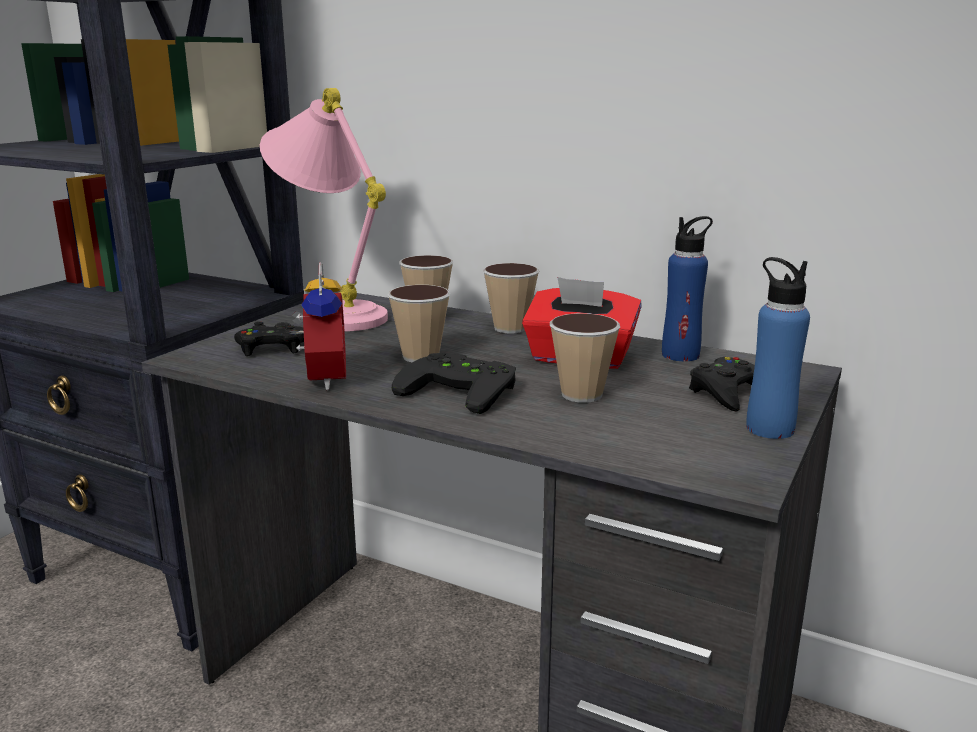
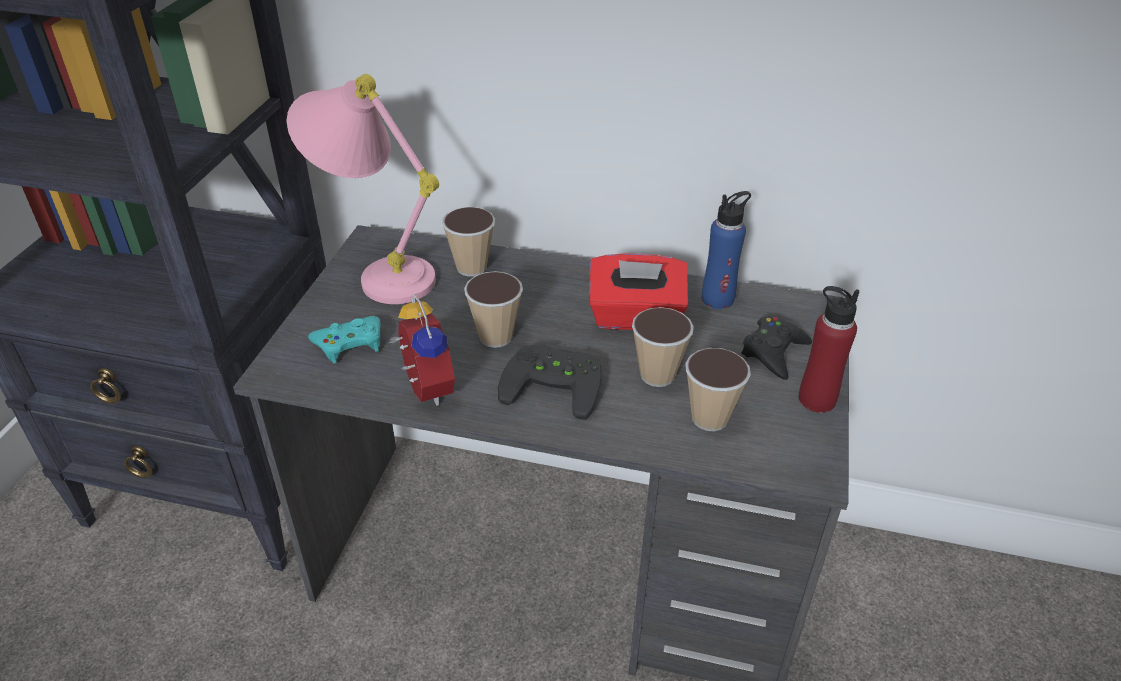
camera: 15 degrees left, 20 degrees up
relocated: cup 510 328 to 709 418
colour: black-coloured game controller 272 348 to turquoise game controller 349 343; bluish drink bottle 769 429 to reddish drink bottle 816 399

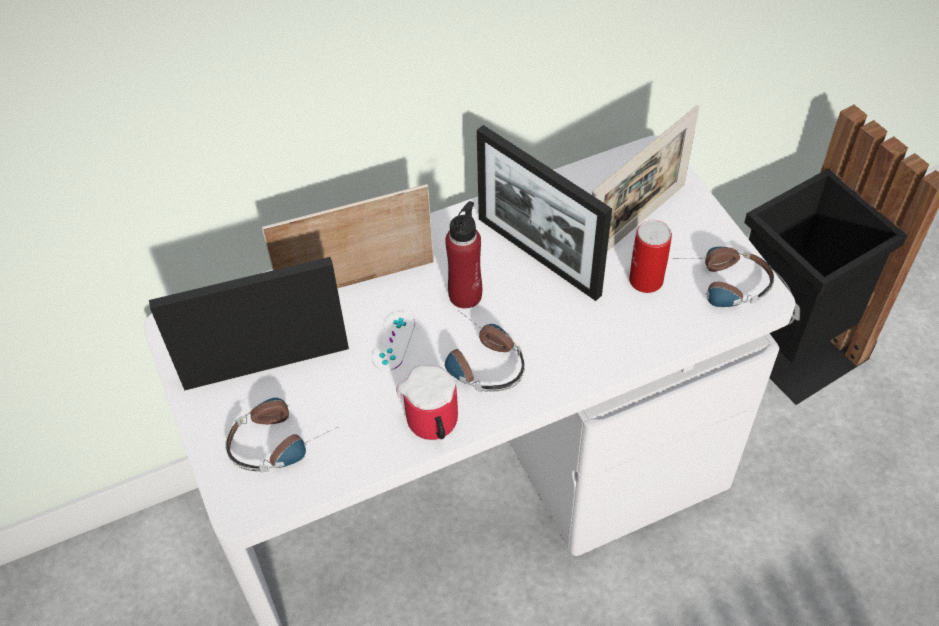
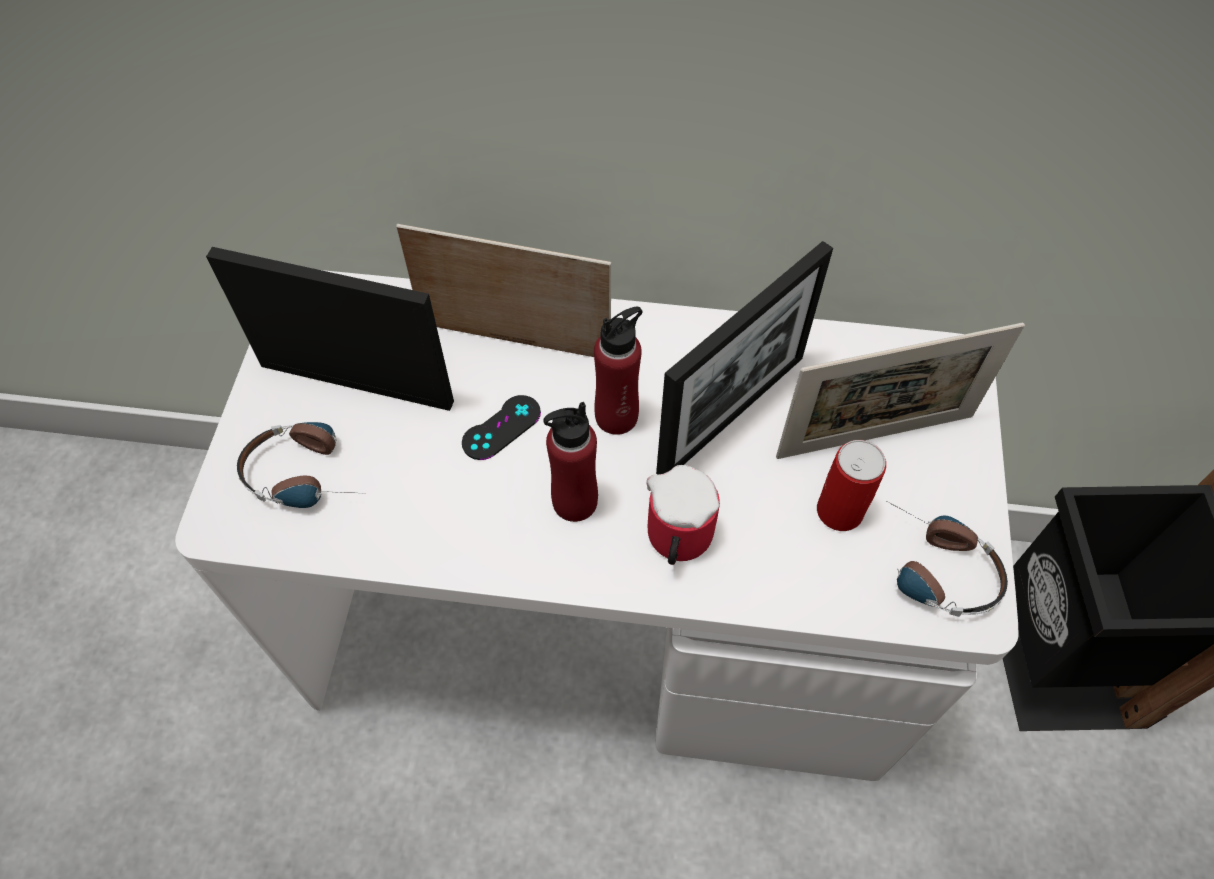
camera: 30 degrees right, 5 degrees up
relocated: tea mug 432 426 to 674 541
exchanged: headphones 478 361 to reddish drink bottle 574 501
colour: white-coloured game controller 393 341 to black-coloured game controller 501 427
spun: picture frame 538 256 = 731 414 120 degrees counterclockwise

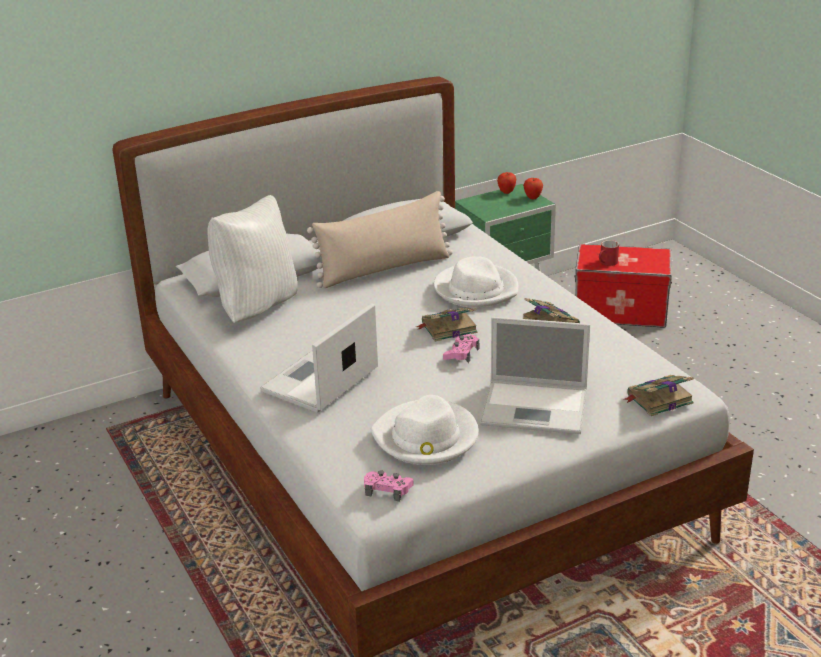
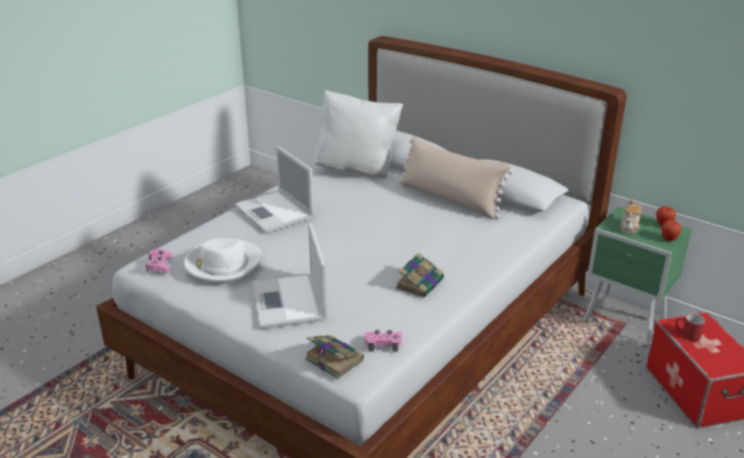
camera: 65 degrees right, 0 degrees up
missing: volume 447 328; white-coloured wearable hat 476 289
appeared: tea pot 629 227
relocated: pinkish game controller 461 353 to 383 344
spun: notebook computer 319 381 = 275 212 135 degrees counterclockwise

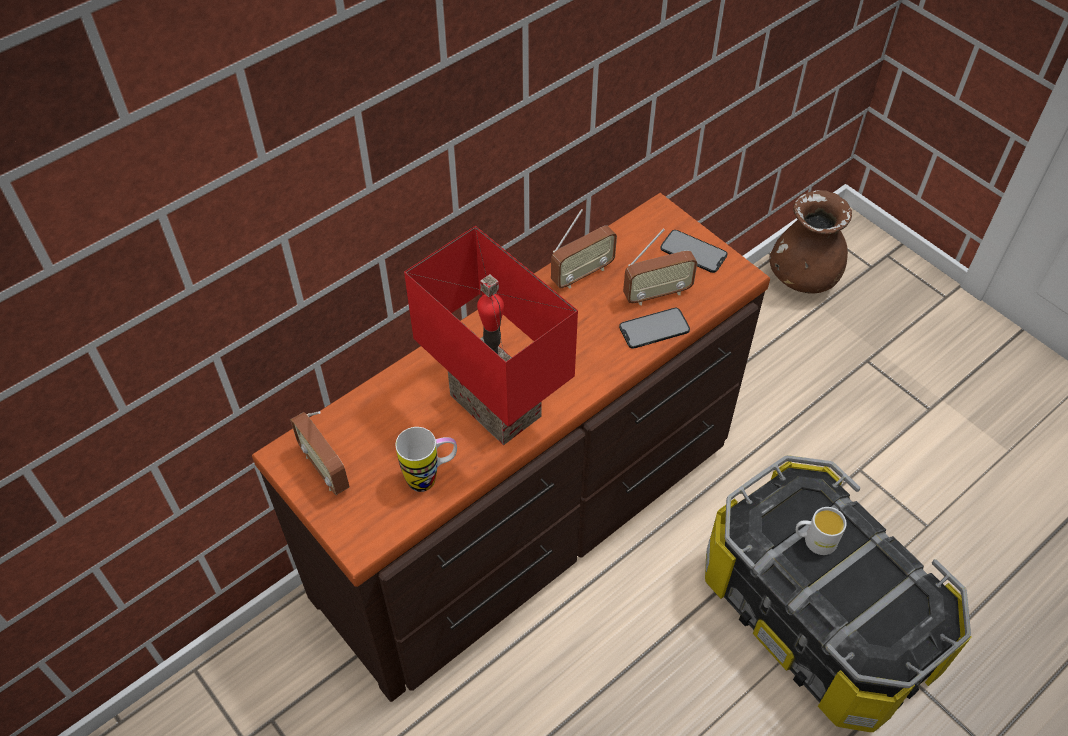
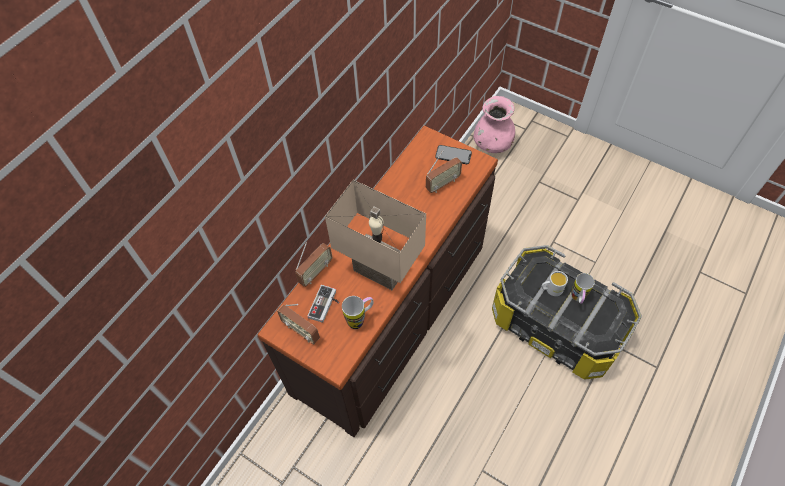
camera: 15 degrees left, 5 degrees up
missing: handset 654 328
appeared: game controller 326 305; tea mug 577 299
relocated: radio set 582 274 to 315 272
colour: reddish tabletop lamp 499 404 to beige-coloured tabletop lamp 381 268; brownish flower vase 803 277 to pinkish flower vase 492 144

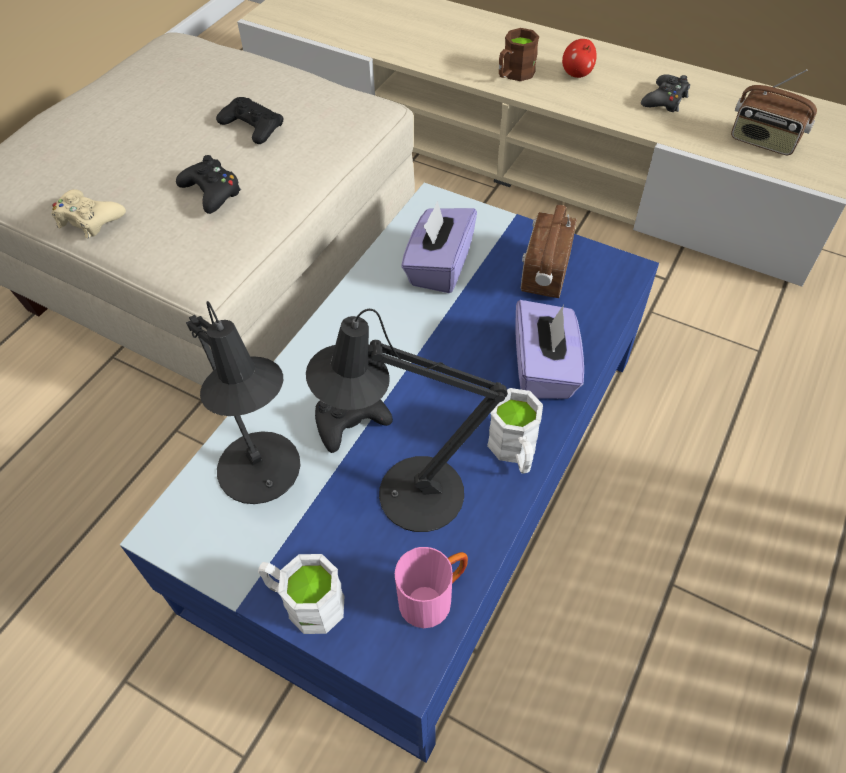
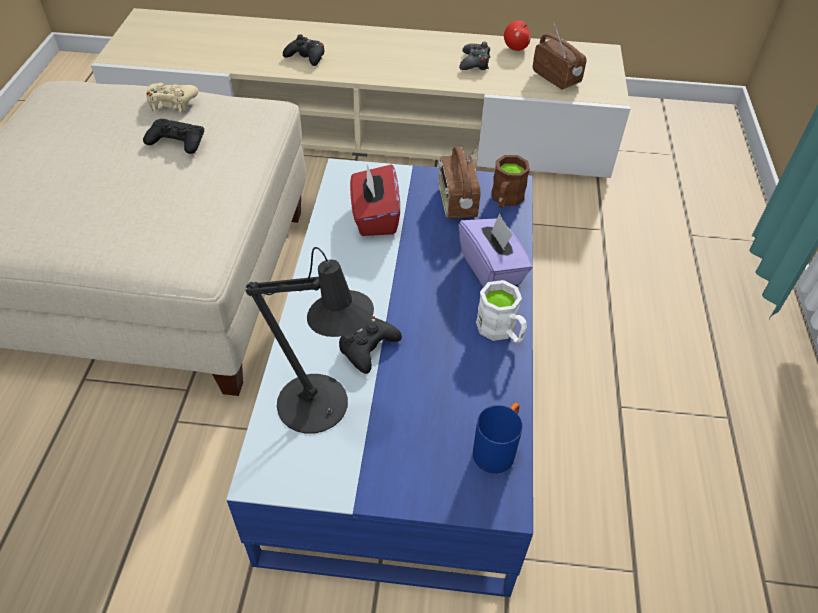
camera: 25 degrees left, 5 degrees down
missing: white-coloured tea mug 305 602; black-coloured tabletop lamp 408 494
relocated: beige-coloured game controller 89 220 to 172 102; black-coloured game controller 212 192 to 306 57; brownish tea mug 514 75 to 505 200; apple fruit 577 74 to 515 48
colour: pinkish tea mug 434 596 to bluish tea mug 497 449; purple tissue box 439 266 to reddish tissue box 374 217
spun: radio set 763 141 = 556 78 135 degrees counterclockwise

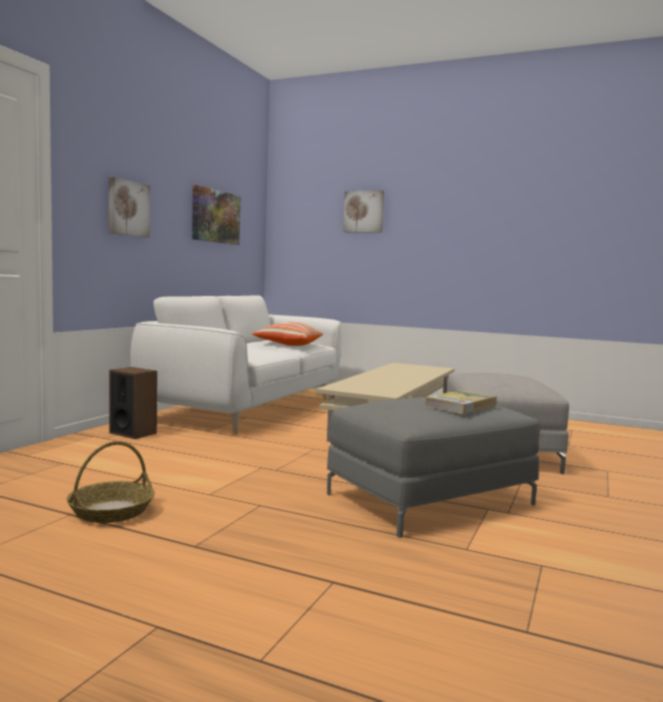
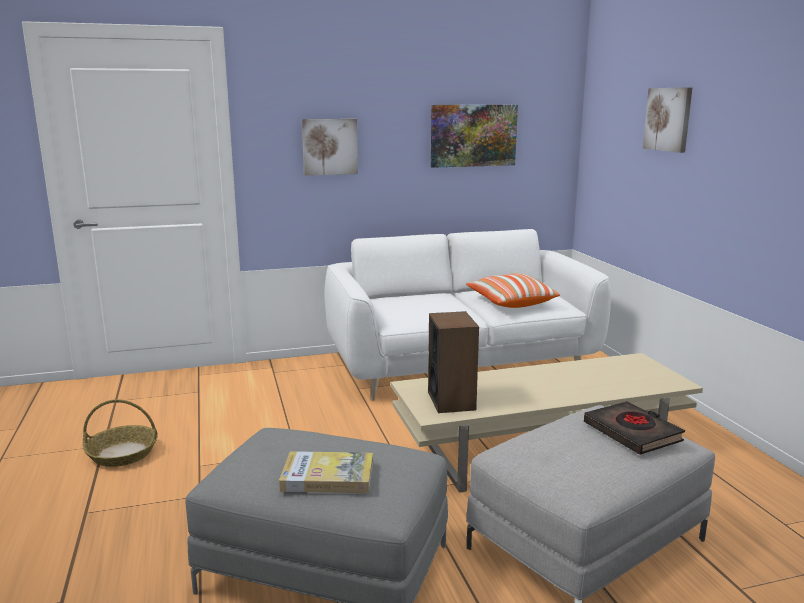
camera: 50 degrees right, 10 degrees up
appeared: black-coloured volume 632 433
relocated: loudspeaker 133 433 to 451 401

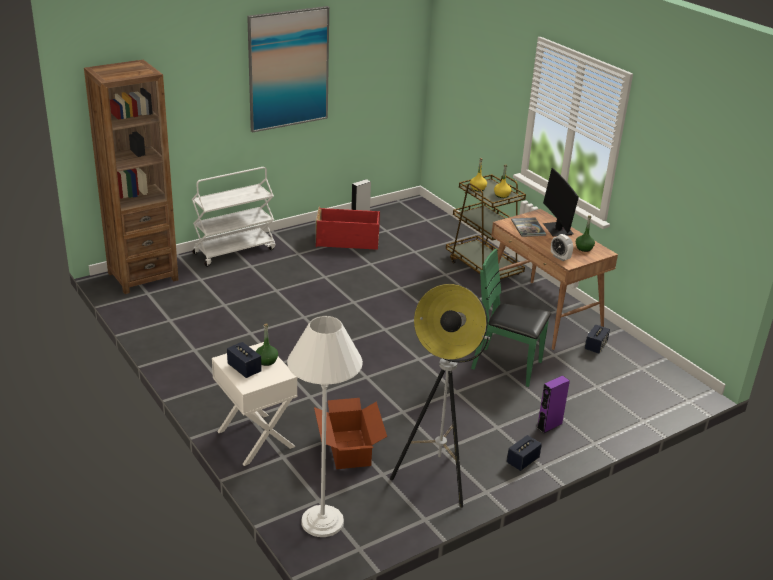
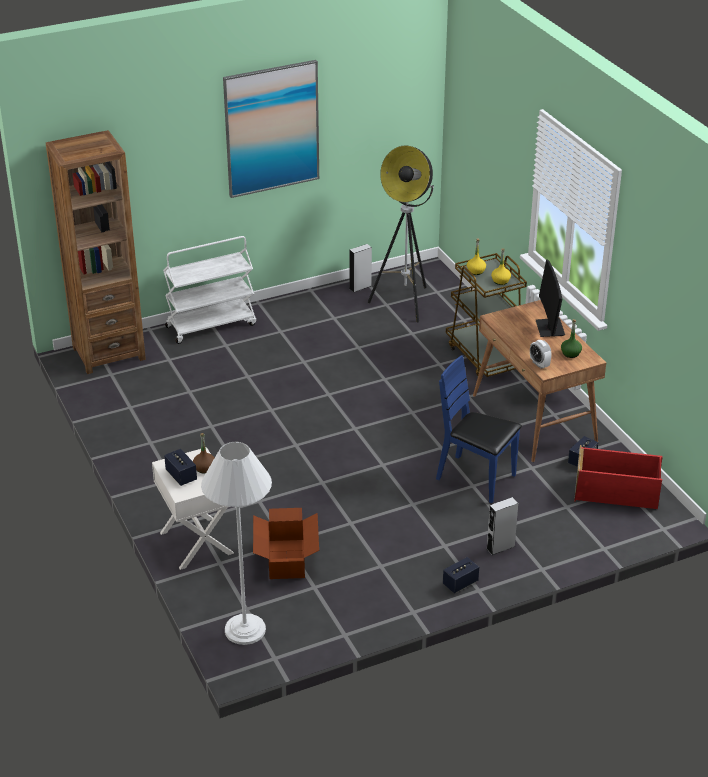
camera: 10 degrees right, 5 degrees up
missing: volume 528 228
relocated: reddish storage box 348 241 to 617 492; floor lamp 438 477 to 405 303
colour: greenish drink bottle 266 361 to brownish drink bottle 204 468; greenish upright chair 507 366 to bluish upright chair 476 478; purple loudspeaker 549 426 to gray loudspeaker 500 547

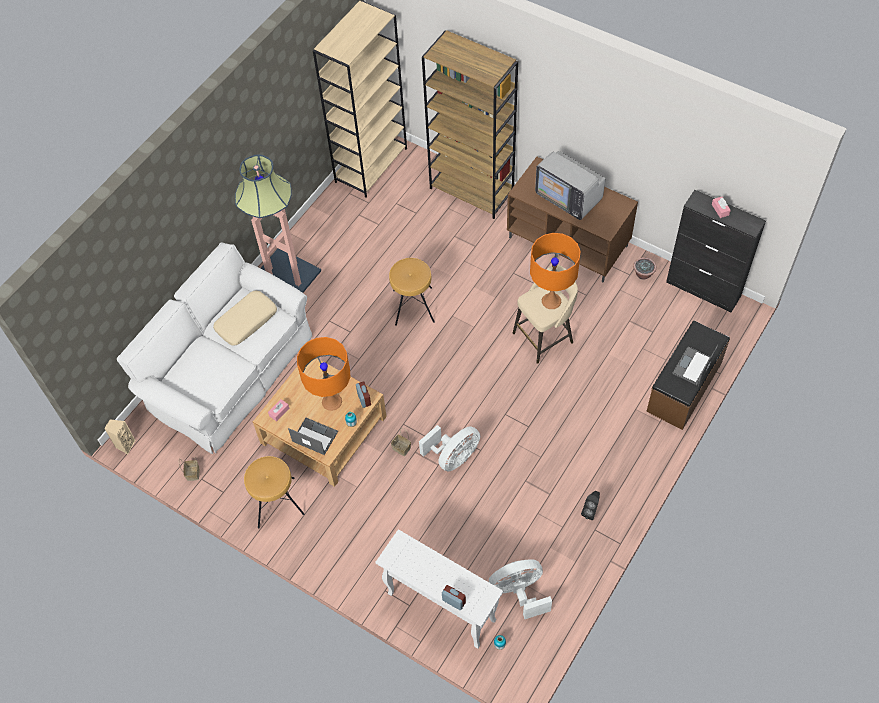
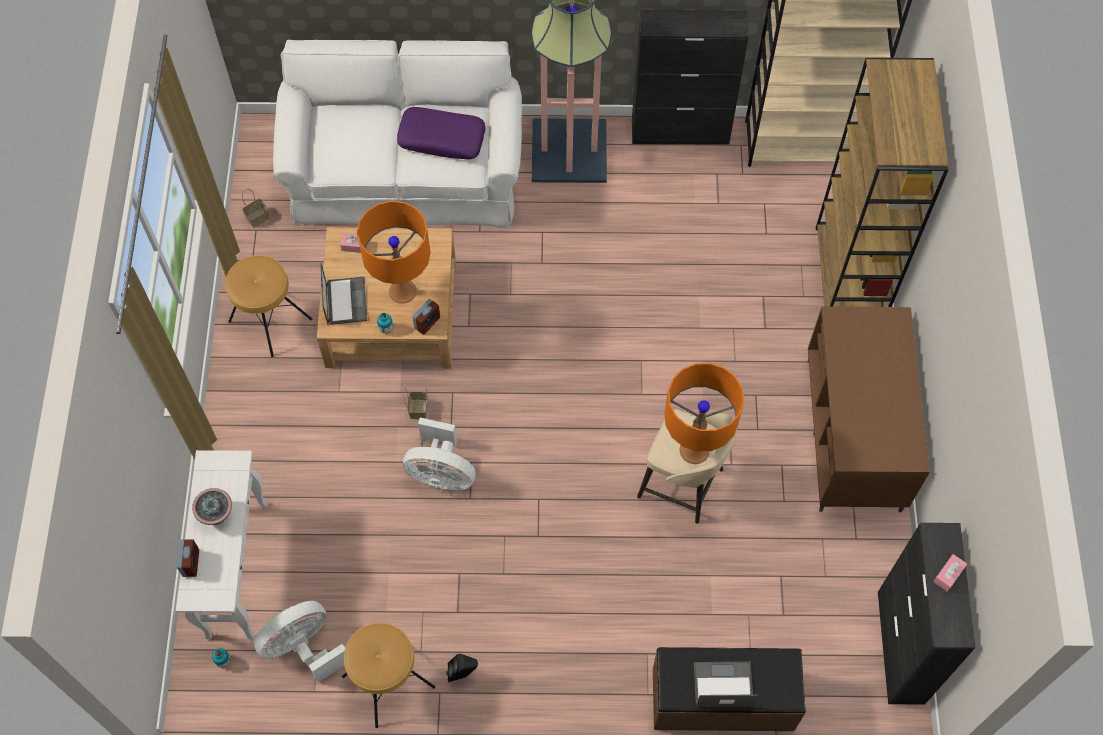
camera: 55 degrees right, 5 degrees up
missing: beige-coloured loudspeaker 125 445; TV 568 197
appeared: black-coloured cabinet 680 132
relocated: brownish stool seat 413 306 to 388 681; houseplant 643 274 to 216 514
colour: beige-coloured pillow 246 321 to purple pillow 442 138
spun: white-coloured electric fan 519 592 = 304 647 75 degrees counterclockwise

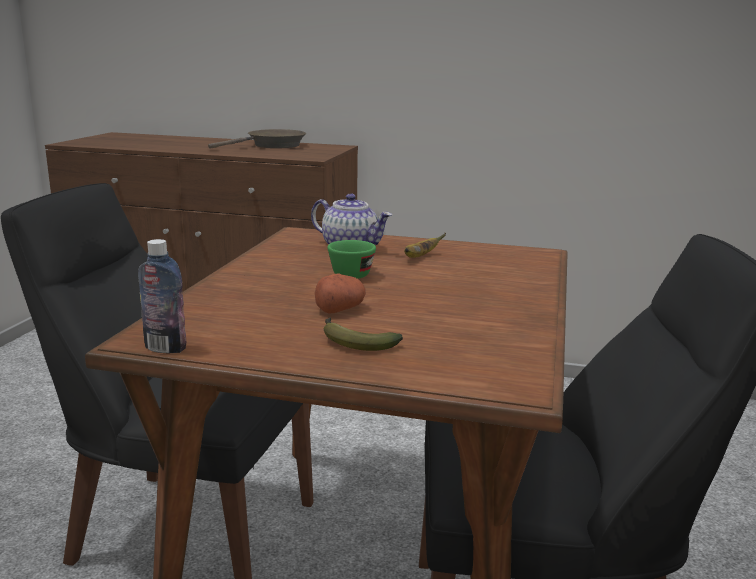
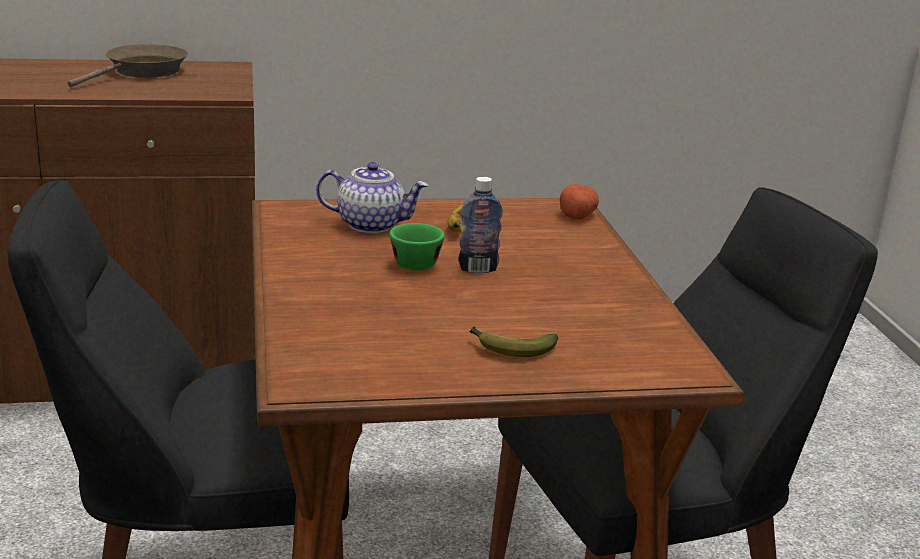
camera: 25 degrees left, 5 degrees up
relocated: drink bottle 165 348 to 478 269; potato 339 309 to 577 215

